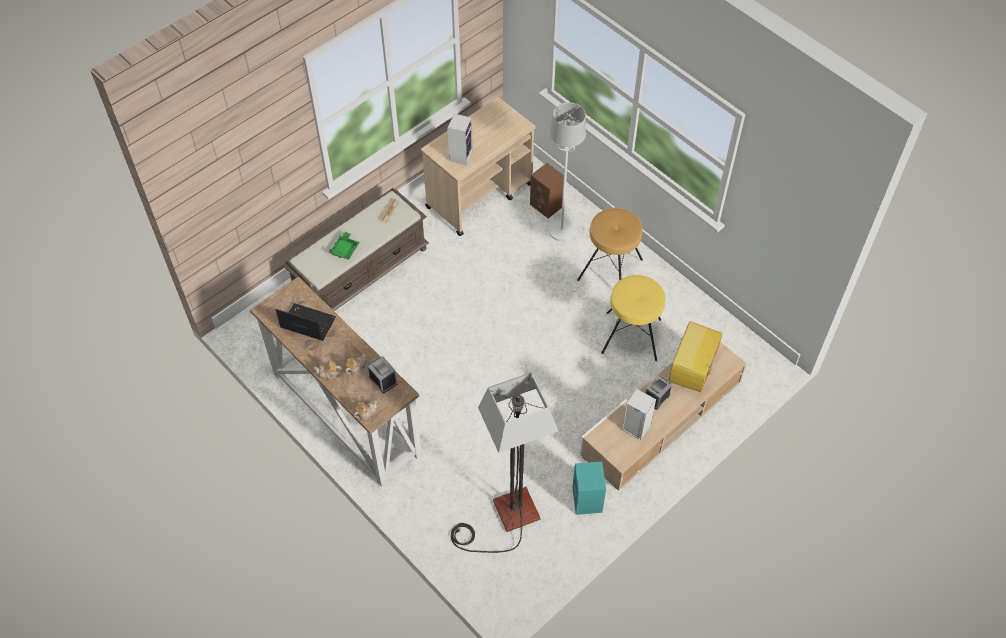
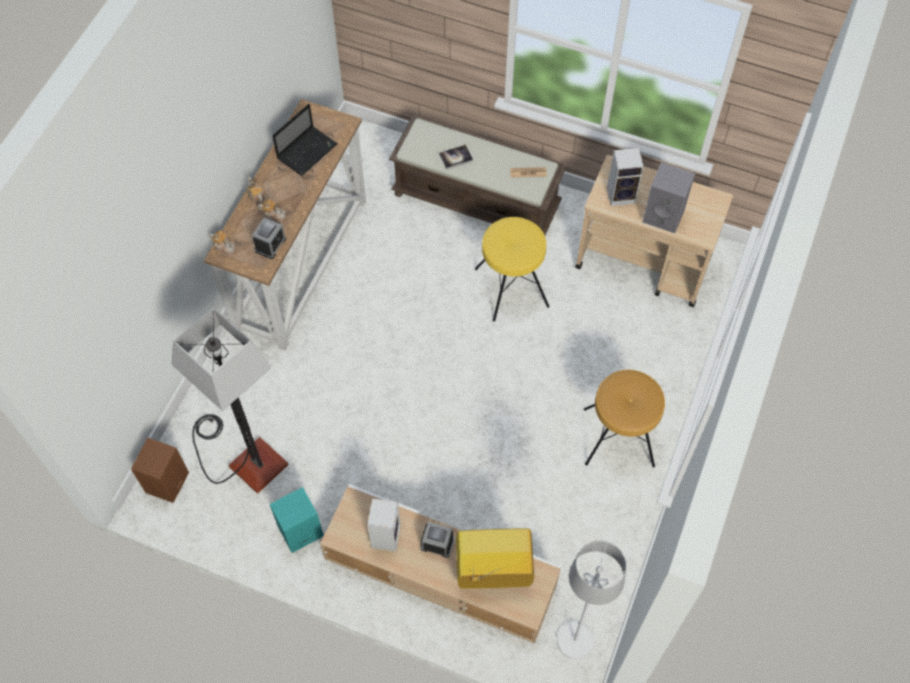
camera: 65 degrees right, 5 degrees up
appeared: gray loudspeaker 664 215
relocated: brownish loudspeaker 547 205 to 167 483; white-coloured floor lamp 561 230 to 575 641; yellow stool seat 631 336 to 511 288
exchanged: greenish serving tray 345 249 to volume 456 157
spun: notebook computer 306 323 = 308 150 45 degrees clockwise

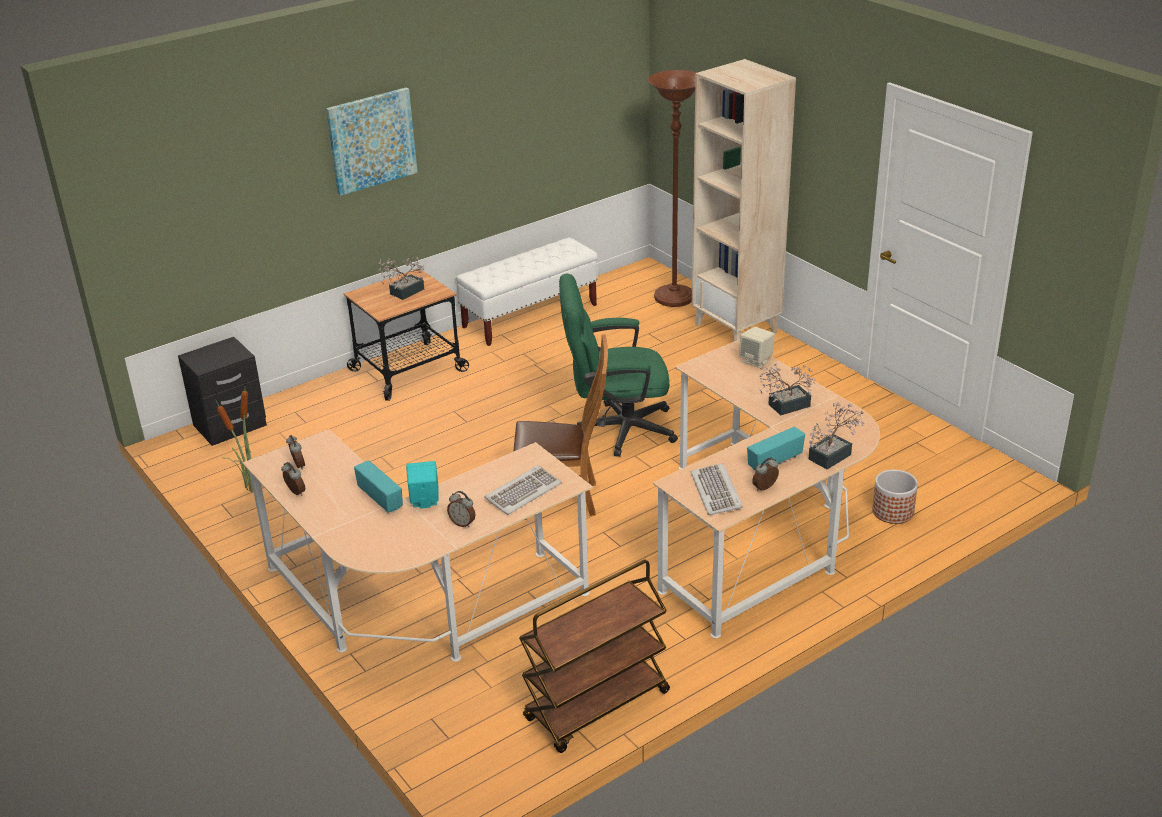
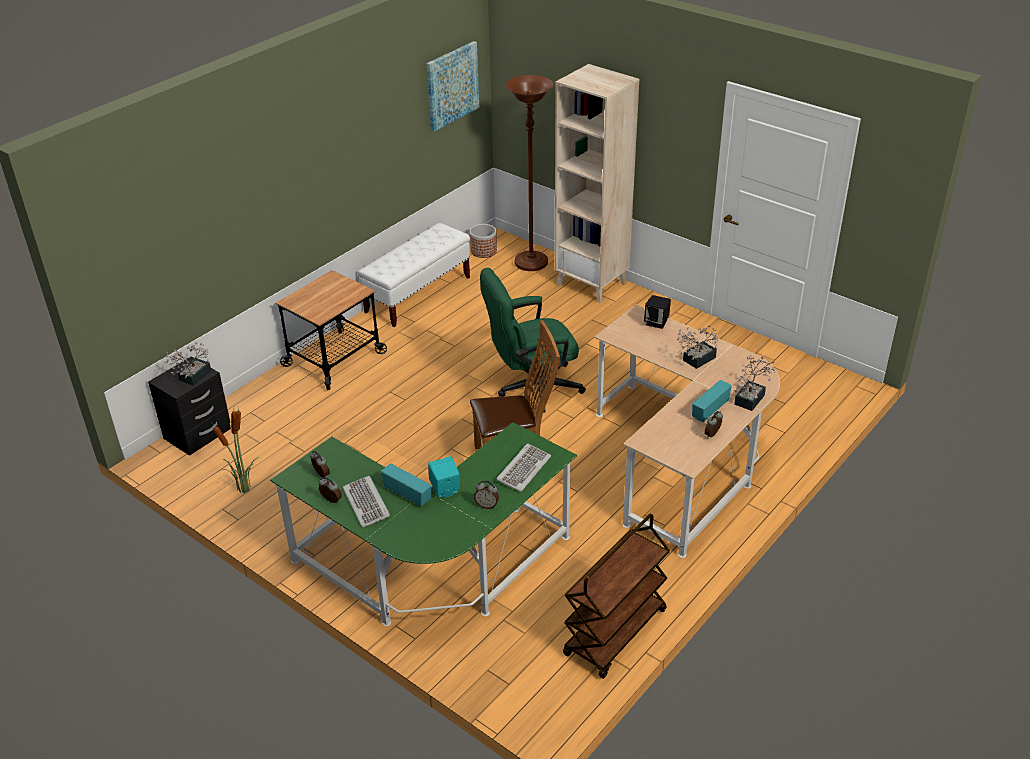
camera: 15 degrees left, 5 degrees up
relocated: picture 371 140 to 452 85; houseplant 403 293 to 192 377; PC keyboard 717 492 to 367 503; flower pot 893 512 to 484 251
colour: beige-coloured desk table 417 605 to greenish desk table 433 572; beige-coloured loudspeaker 756 361 to black-coloured loudspeaker 656 322

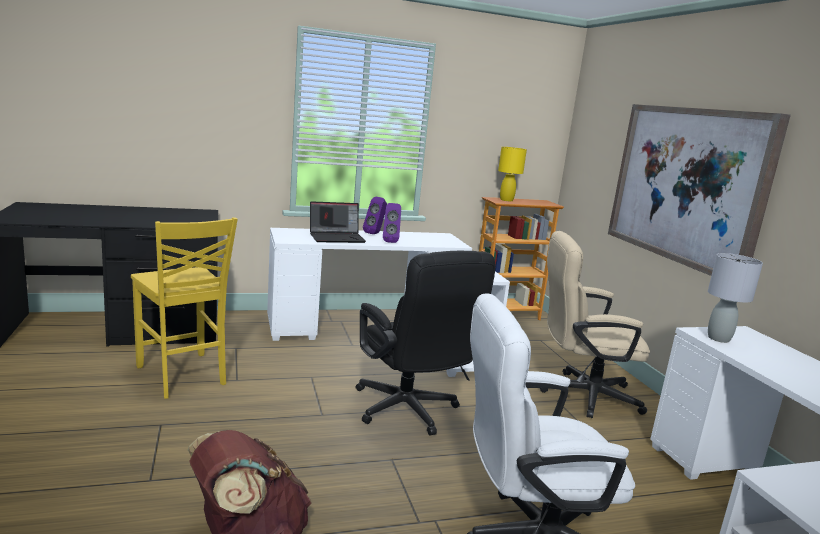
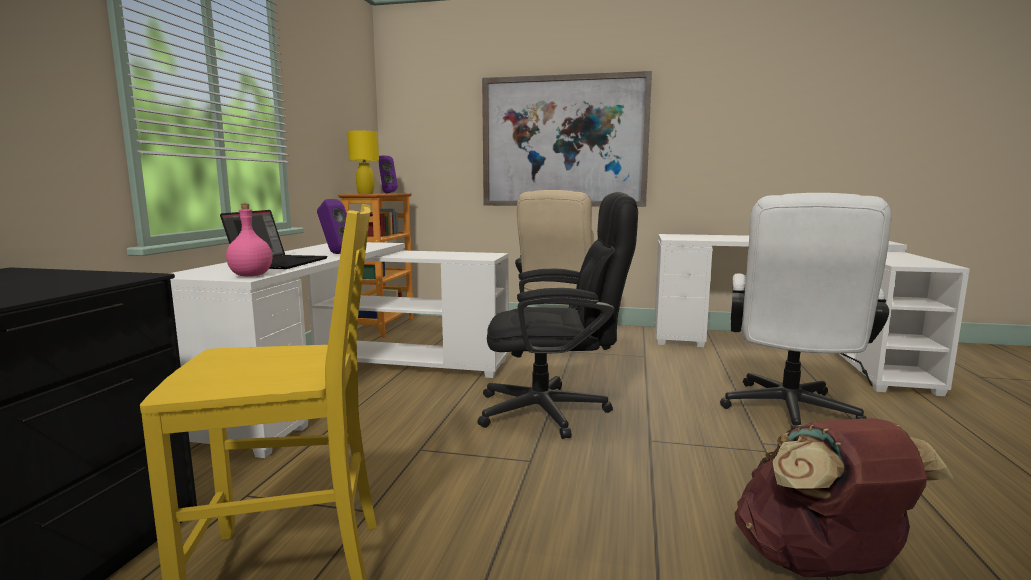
camera: 60 degrees left, 5 degrees down
missing: gray tabletop lamp 718 338
appeared: pinkish drink bottle 252 275
relocated: purple loudspeaker 375 233 to 386 193

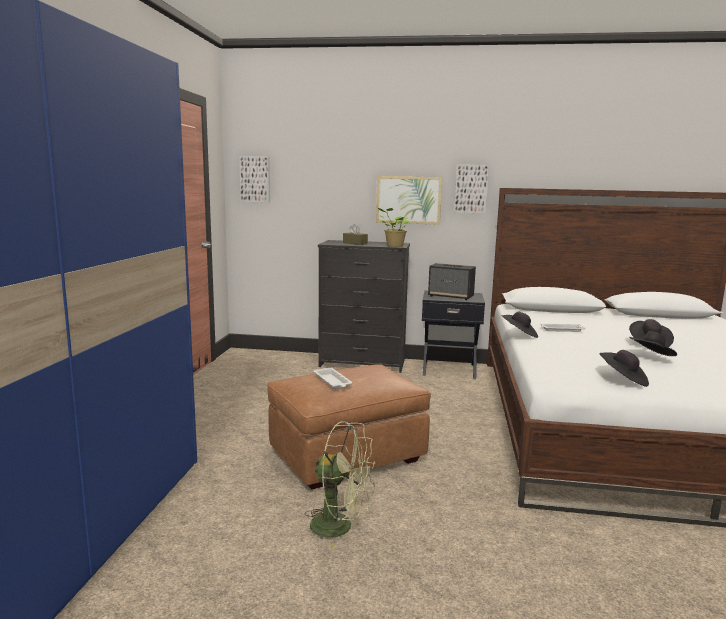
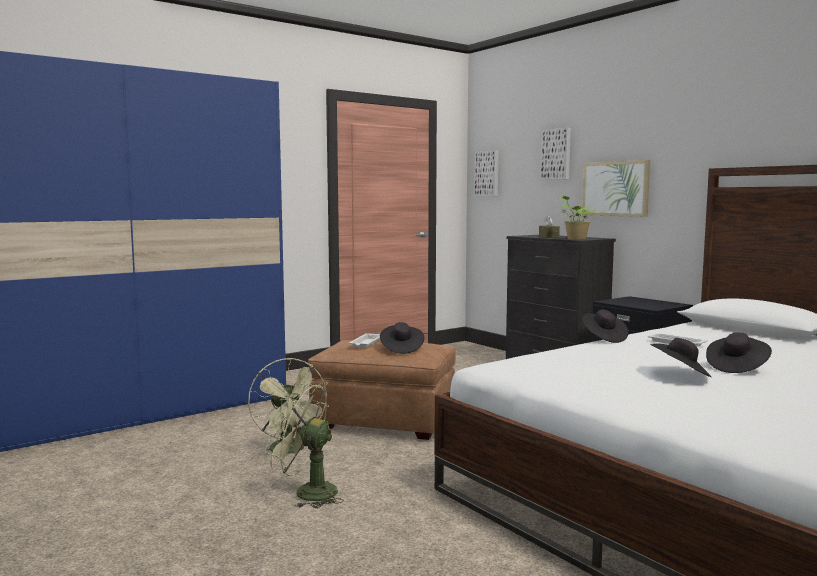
camera: 45 degrees right, 5 degrees down
missing: loudspeaker 451 296
appeared: greenish electric fan 307 492
relocated: picture 471 189 to 557 154; black-coloured wearable hat 623 380 to 401 349

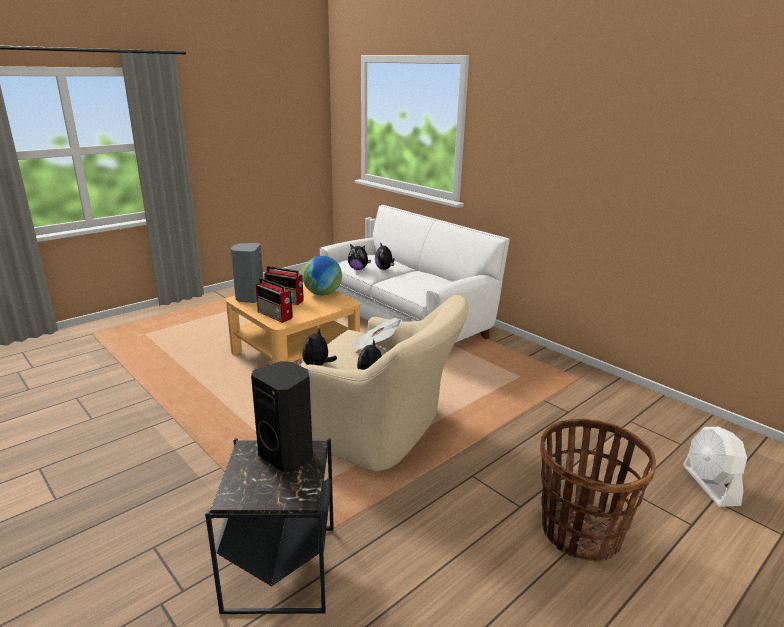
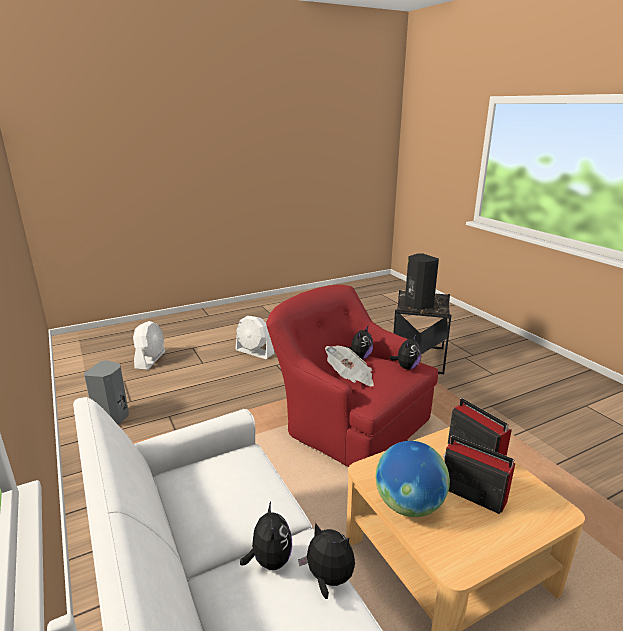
camera: 165 degrees left, 0 degrees up
relocated: gray loudspeaker 249 298 to 113 418
exchanged: storage basket 580 532 to white-coloured electric fan 254 352
colour: beige-coloured armchair 379 430 to reddish armchair 348 423

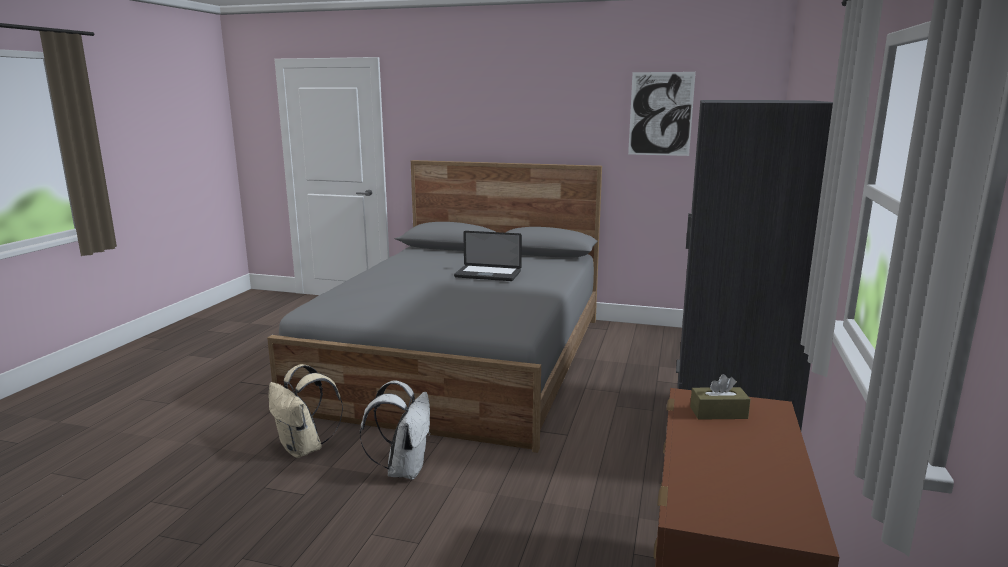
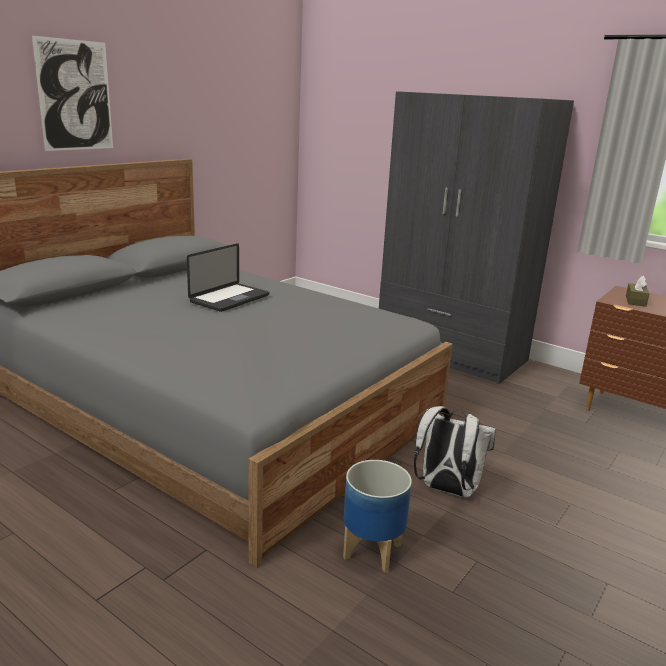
camera: 70 degrees left, 5 degrees up
relocated: picture 660 114 to 75 96
exchanged: beige-coloured knapsack 304 449 to flower pot 372 550

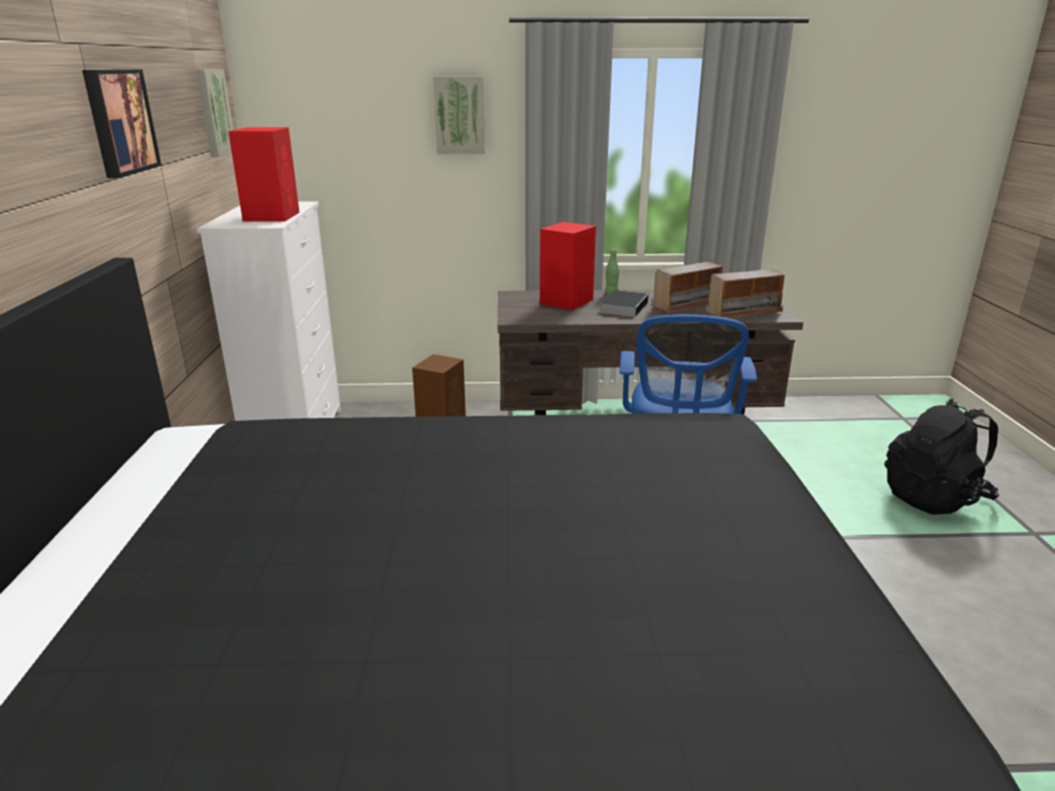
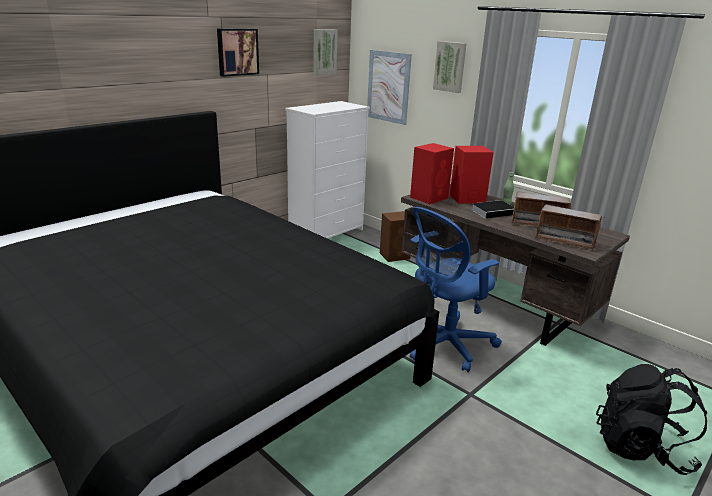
camera: 45 degrees right, 0 degrees up
appeared: picture 388 87
relocated: reddish loudspeaker 272 216 to 429 197

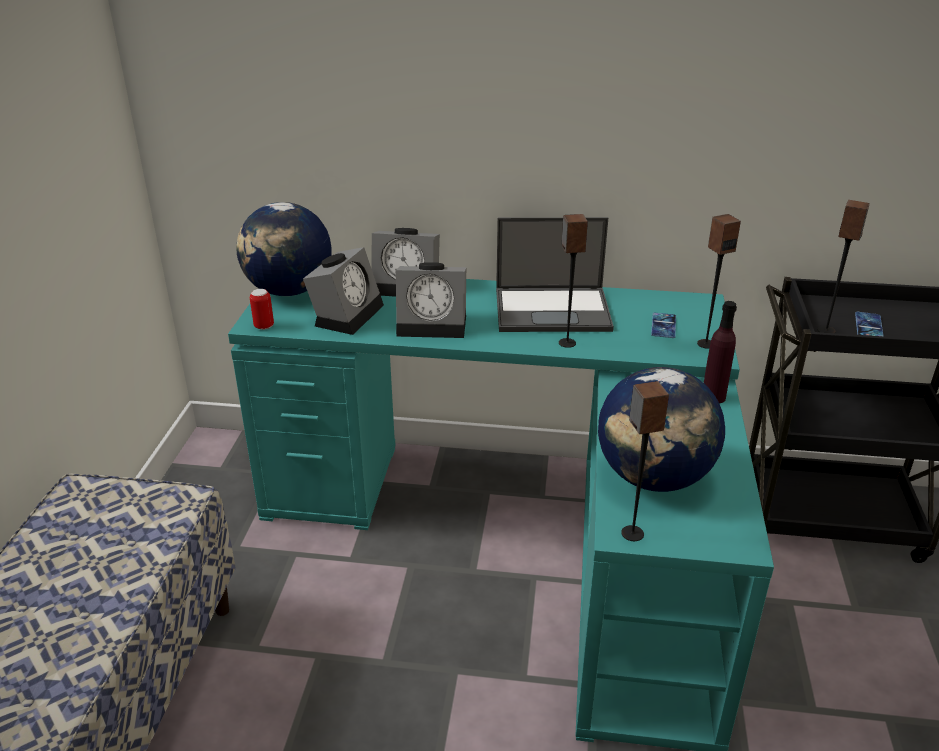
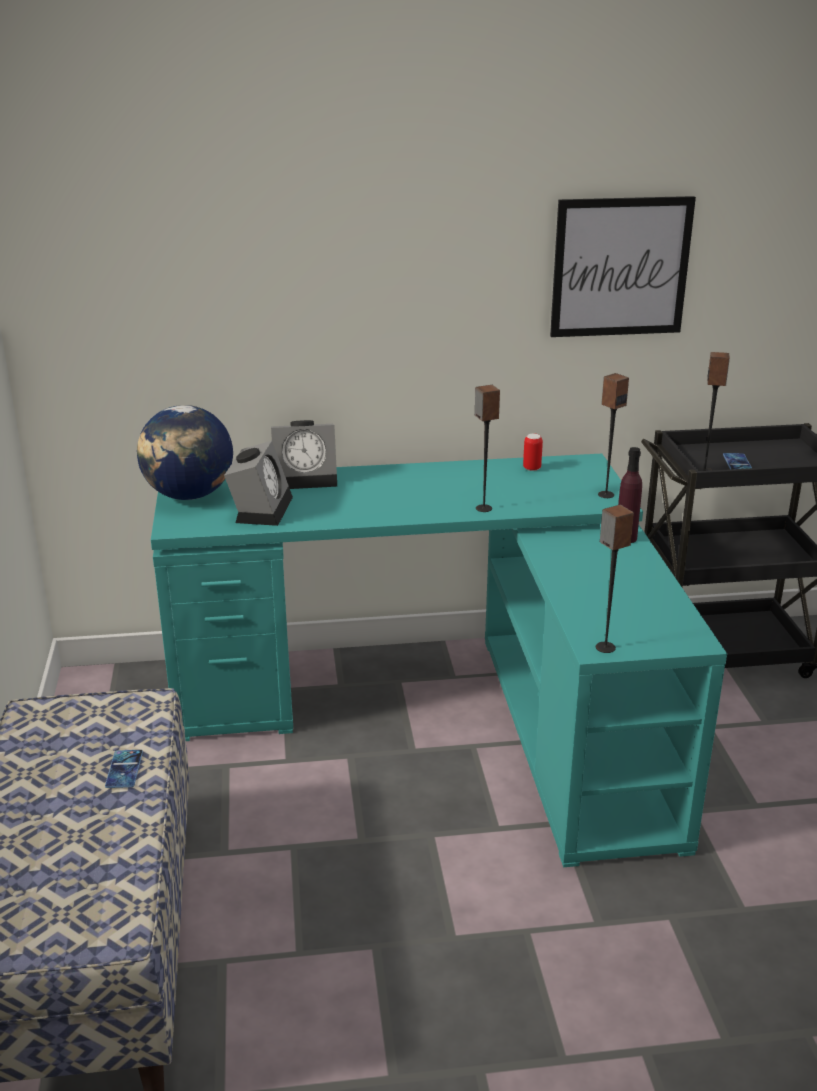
camera: 15 degrees left, 5 degrees down
missing: table clock 434 324; notebook computer 554 310; desk globe 654 478
appeared: picture 620 267
relocated: metal can 264 326 to 532 468; handset 663 326 to 124 769

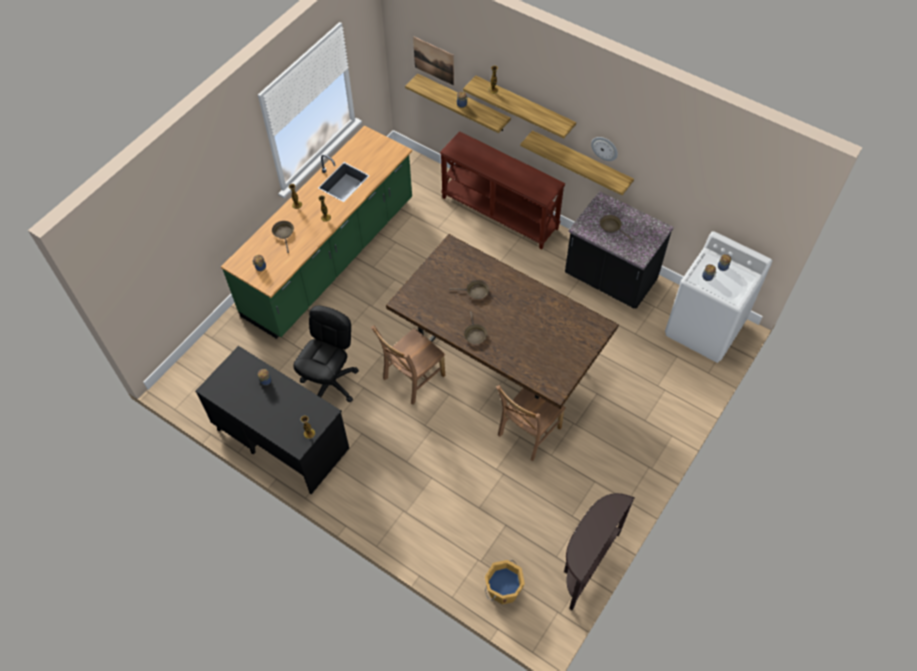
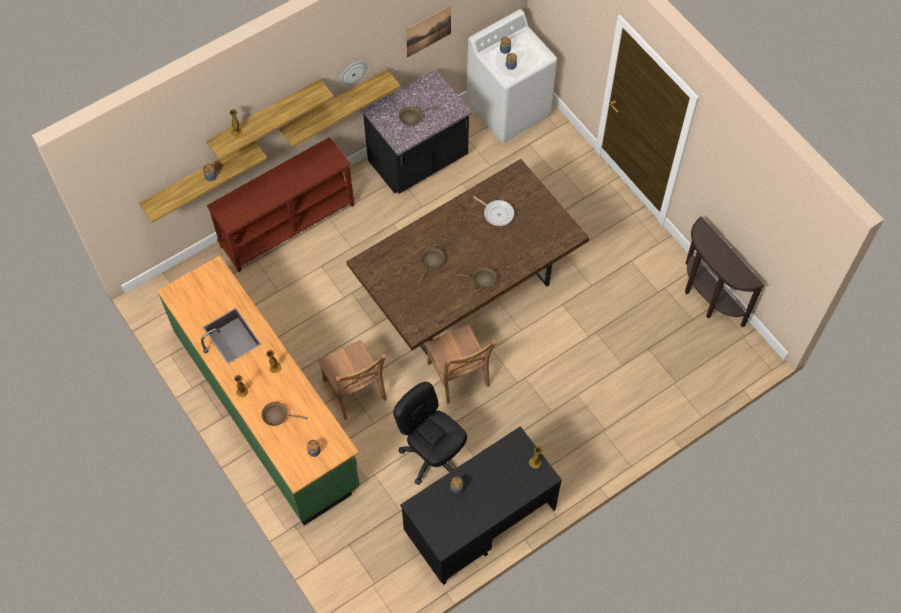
camera: 70 degrees left, 5 degrees up
missing: orange pail 503 589
appeared: pan 497 213
relocated: picture 434 60 to 428 31; brownish upright chair 527 433 to 355 392

